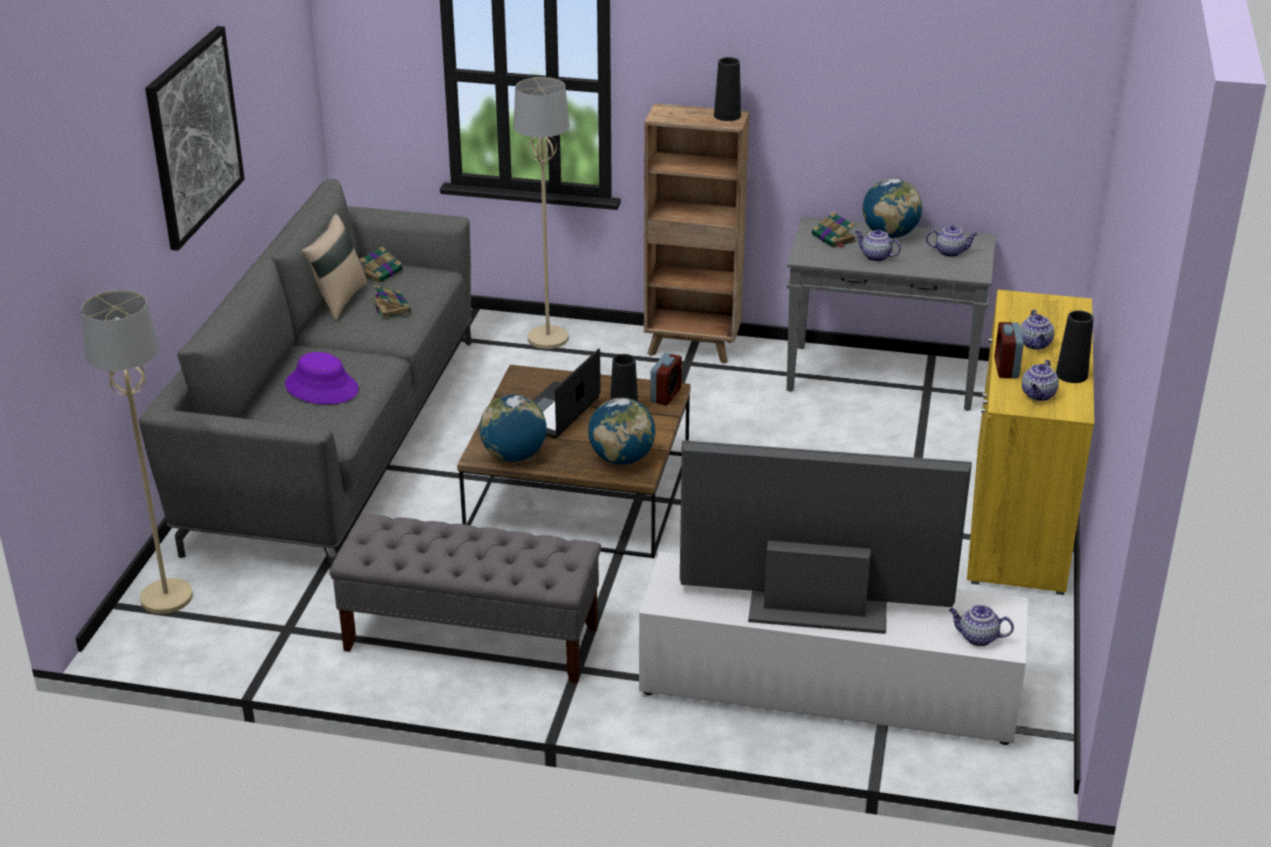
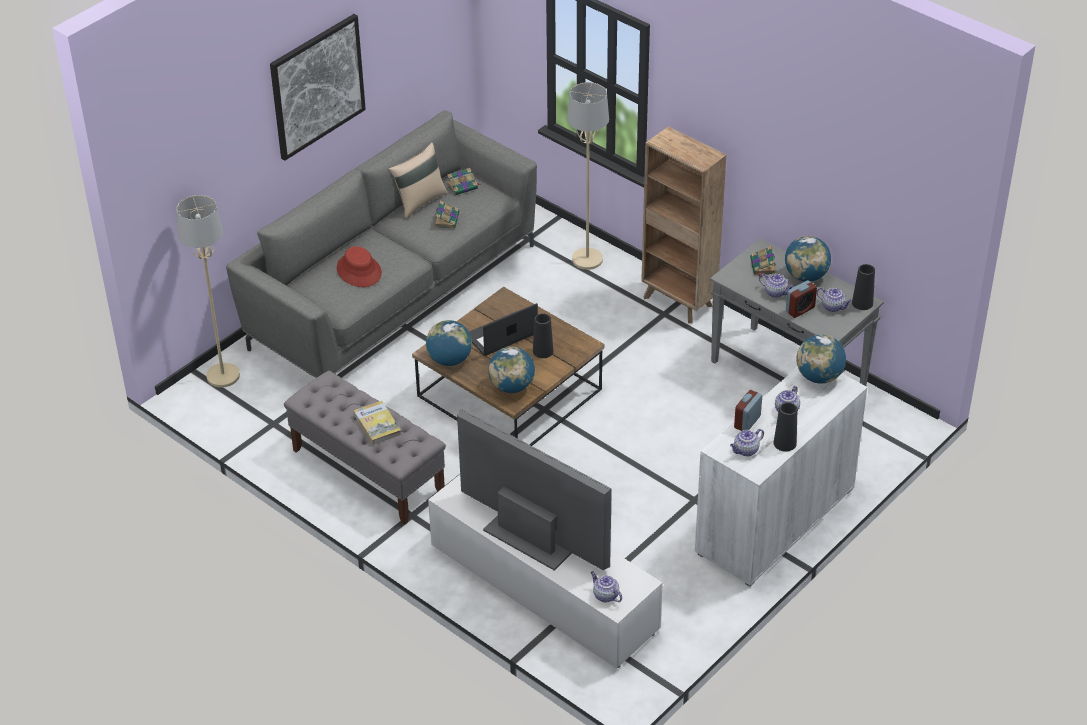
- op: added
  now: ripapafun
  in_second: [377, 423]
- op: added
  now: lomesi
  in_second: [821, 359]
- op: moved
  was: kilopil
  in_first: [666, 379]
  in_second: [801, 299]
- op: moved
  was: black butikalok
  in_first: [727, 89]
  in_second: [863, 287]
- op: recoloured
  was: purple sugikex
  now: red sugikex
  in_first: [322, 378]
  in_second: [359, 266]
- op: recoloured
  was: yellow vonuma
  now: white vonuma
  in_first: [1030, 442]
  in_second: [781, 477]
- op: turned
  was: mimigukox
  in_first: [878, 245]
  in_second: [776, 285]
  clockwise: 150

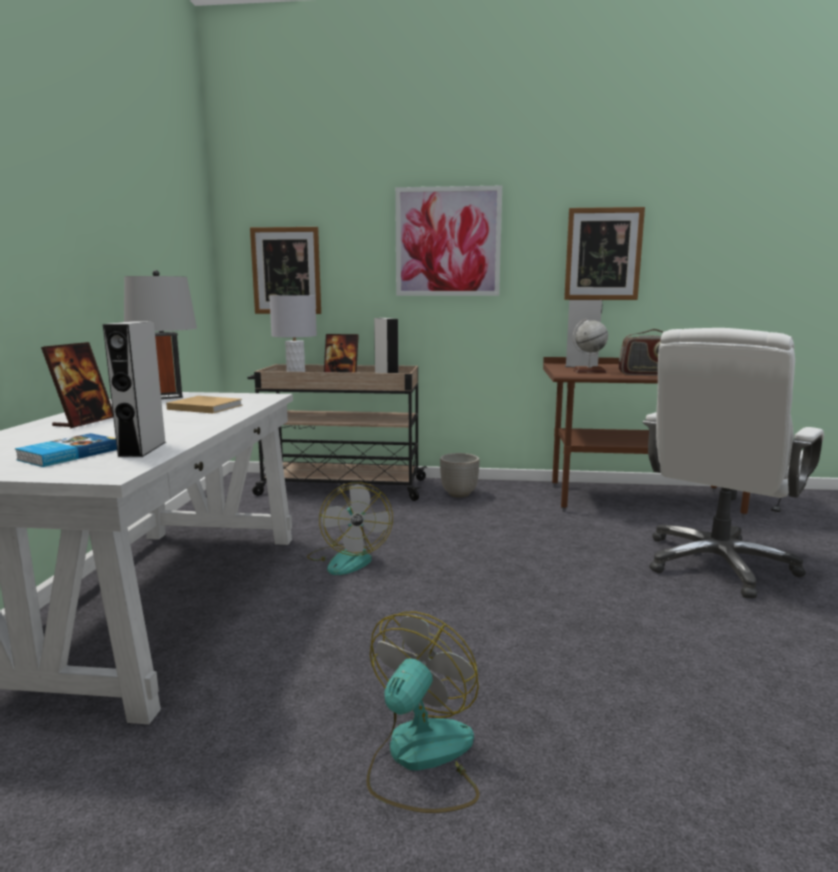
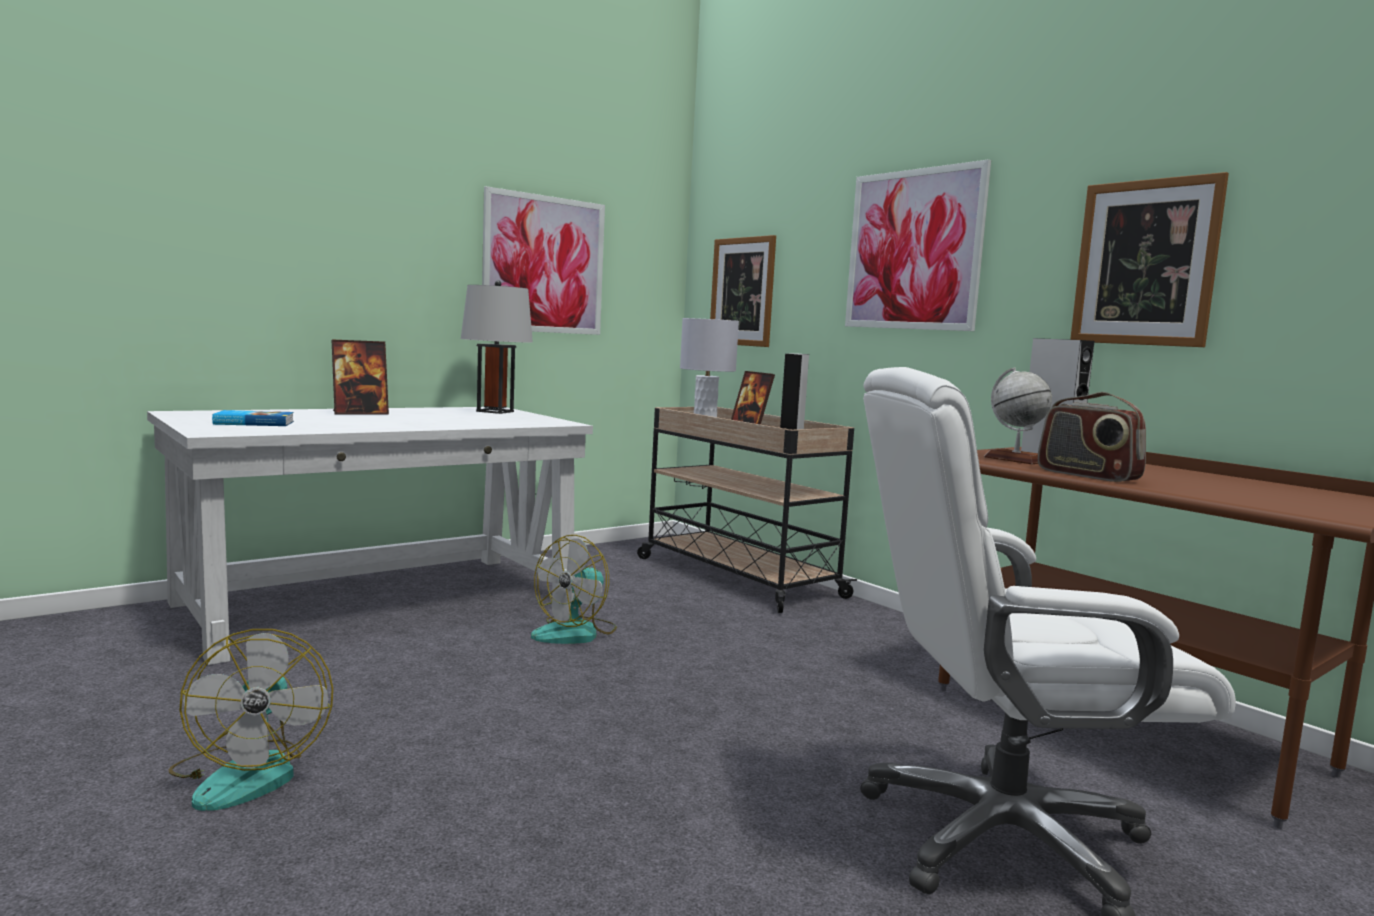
- op: removed
  was: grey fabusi
  in_first: [134, 389]
- op: removed
  was: beige ripapafun
  in_first: [204, 404]
- op: removed
  was: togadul
  in_first: [460, 475]
- op: added
  now: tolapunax
  in_second: [543, 260]
- op: turned
  was: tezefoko
  in_first: [423, 712]
  in_second: [251, 720]
  clockwise: 90

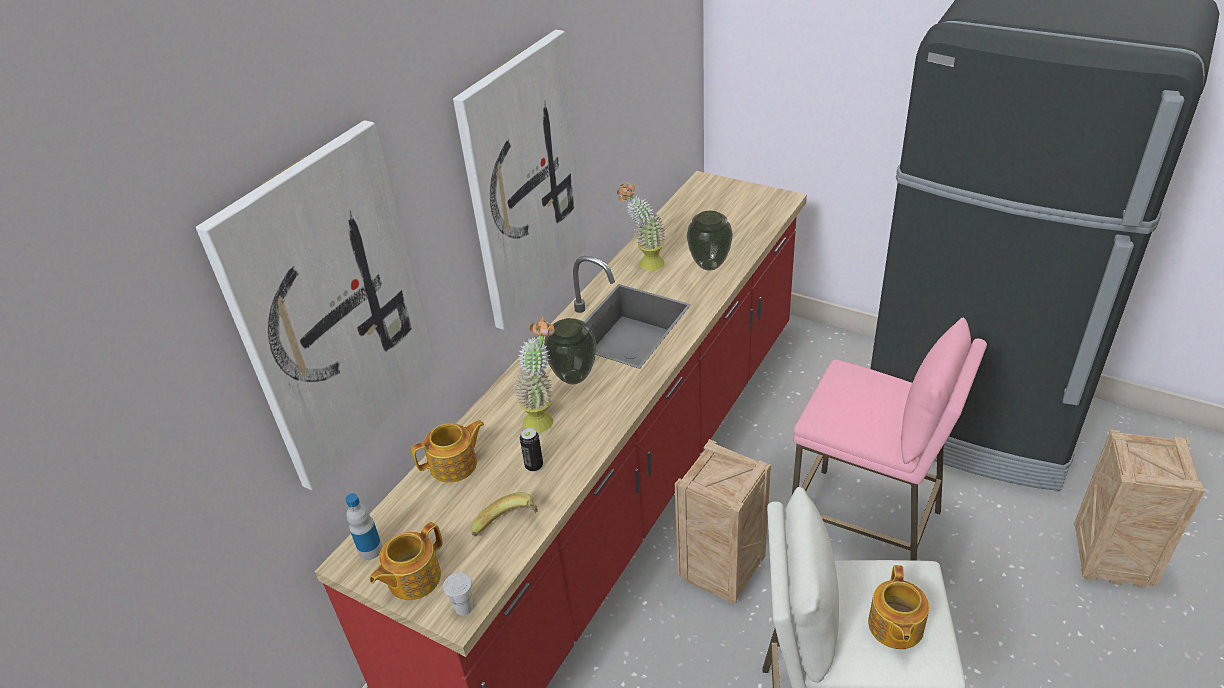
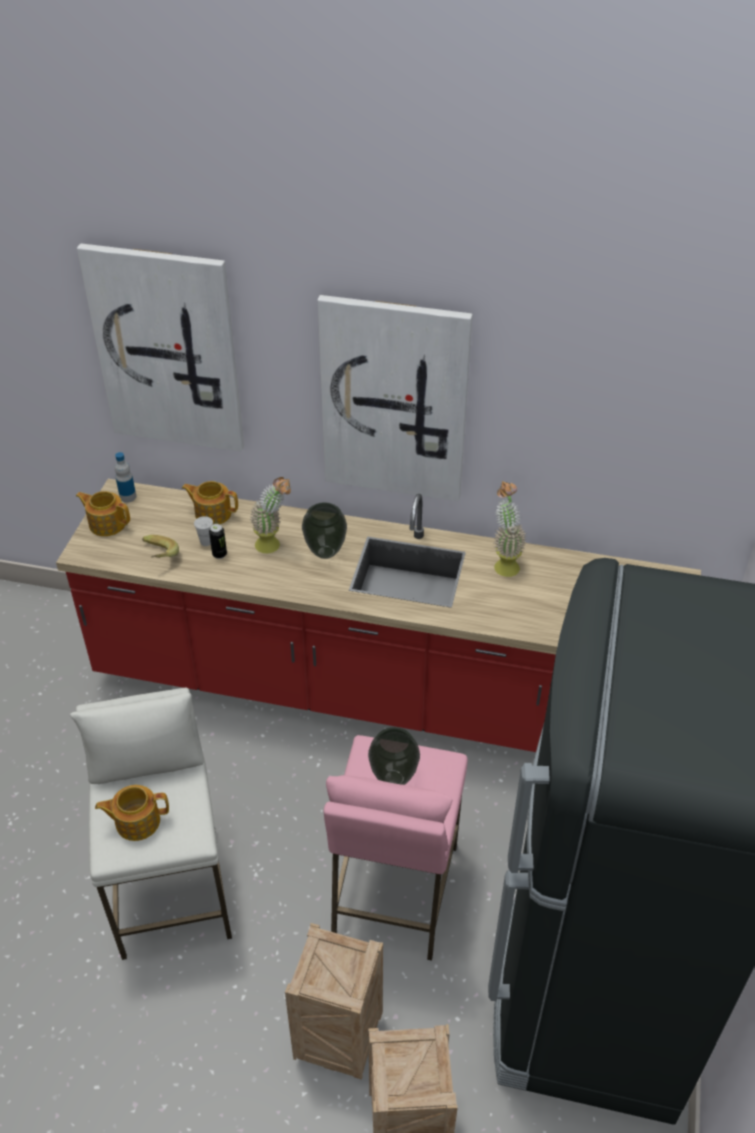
- op: moved
  was: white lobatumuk
  in_first: [458, 594]
  in_second: [203, 531]
- op: moved
  was: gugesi
  in_first: [723, 521]
  in_second: [334, 1001]
- op: moved
  was: butikalok
  in_first: [710, 240]
  in_second: [394, 756]
- op: turned
  was: mimigukox
  in_first: [447, 451]
  in_second: [210, 502]
  clockwise: 150

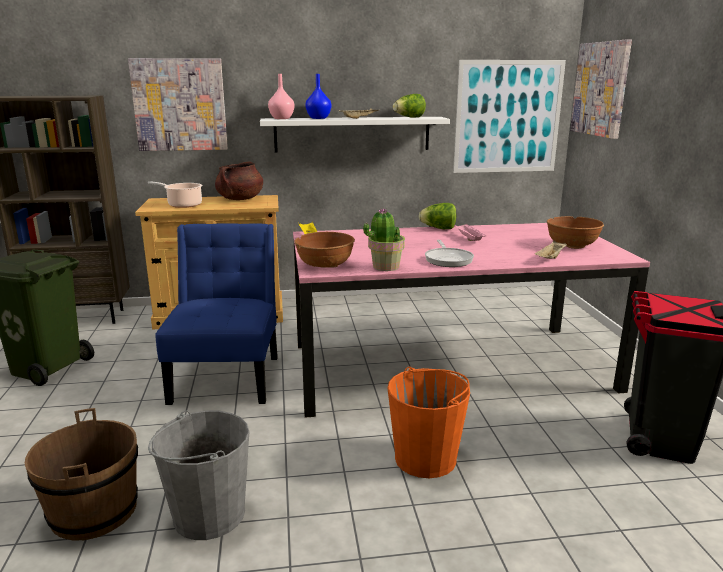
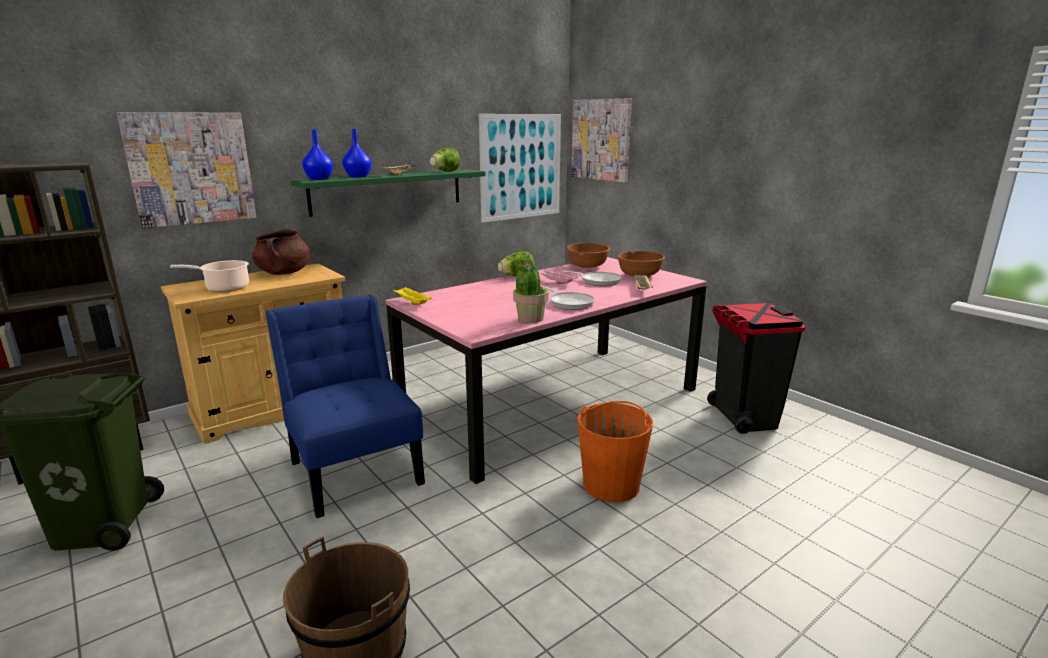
- op: removed
  was: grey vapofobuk
  in_first: [198, 475]
- op: added
  now: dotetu
  in_second: [592, 278]
- op: moved
  was: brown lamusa
  in_first: [324, 250]
  in_second: [588, 255]
- op: recoloured
  was: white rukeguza
  now: green rukeguza
  in_first: [355, 135]
  in_second: [388, 193]
- op: recoloured
  was: pink butikalok
  now: blue butikalok
  in_first: [281, 96]
  in_second: [317, 155]

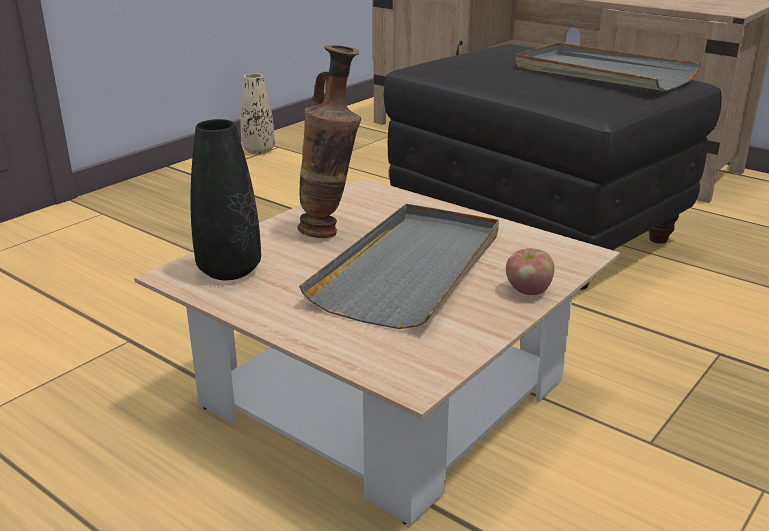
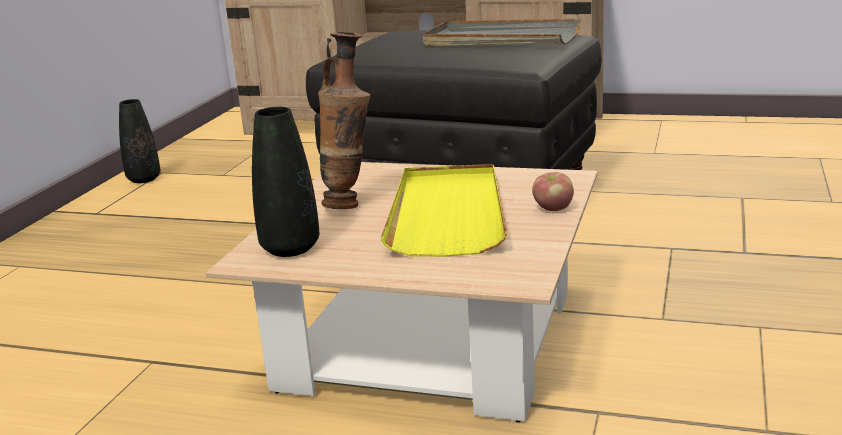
- op: recoloured
  was: beige butikalok
  now: black butikalok
  in_first: [257, 113]
  in_second: [139, 141]
- op: recoloured
  was: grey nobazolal
  now: yellow nobazolal
  in_first: [399, 266]
  in_second: [443, 210]

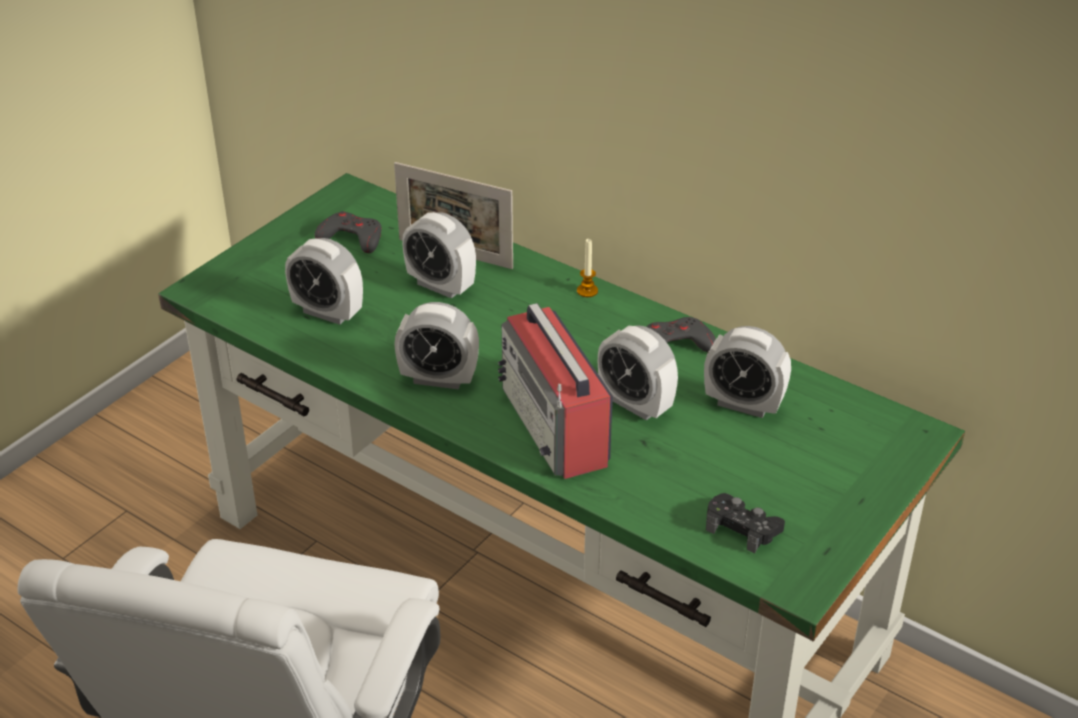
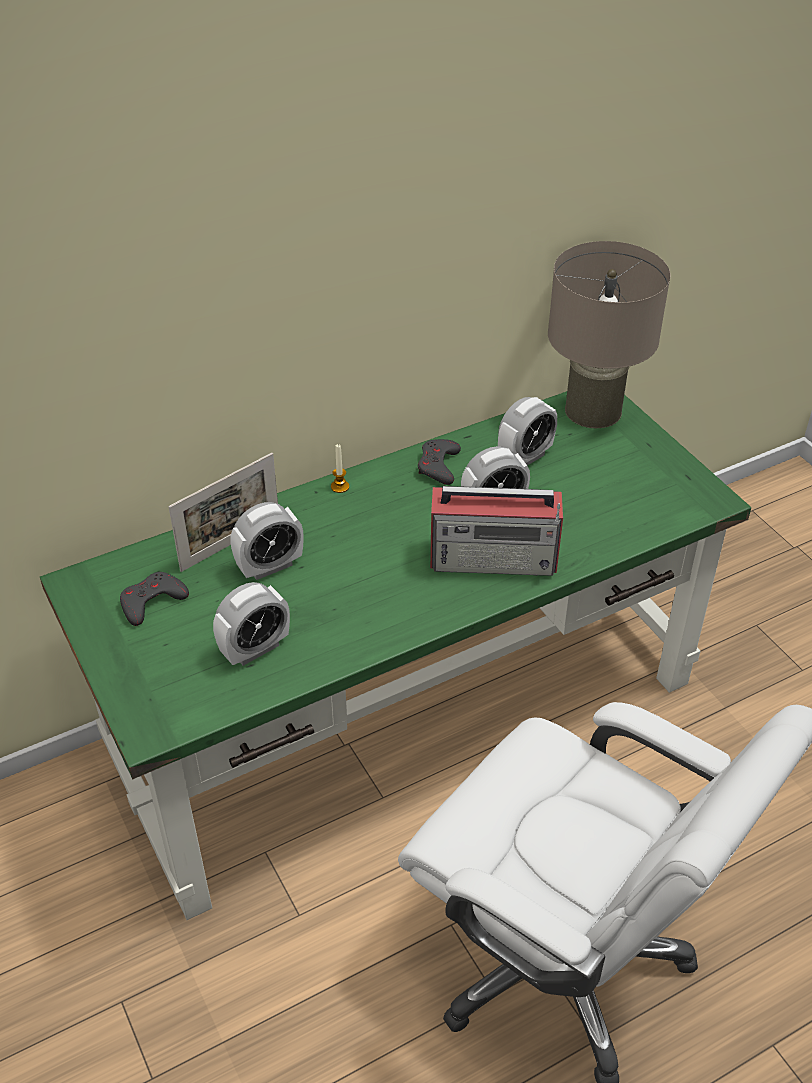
- op: removed
  was: kilopil
  in_first: [436, 346]
- op: removed
  was: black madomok
  in_first: [745, 523]
- op: added
  now: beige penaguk
  in_second: [609, 334]

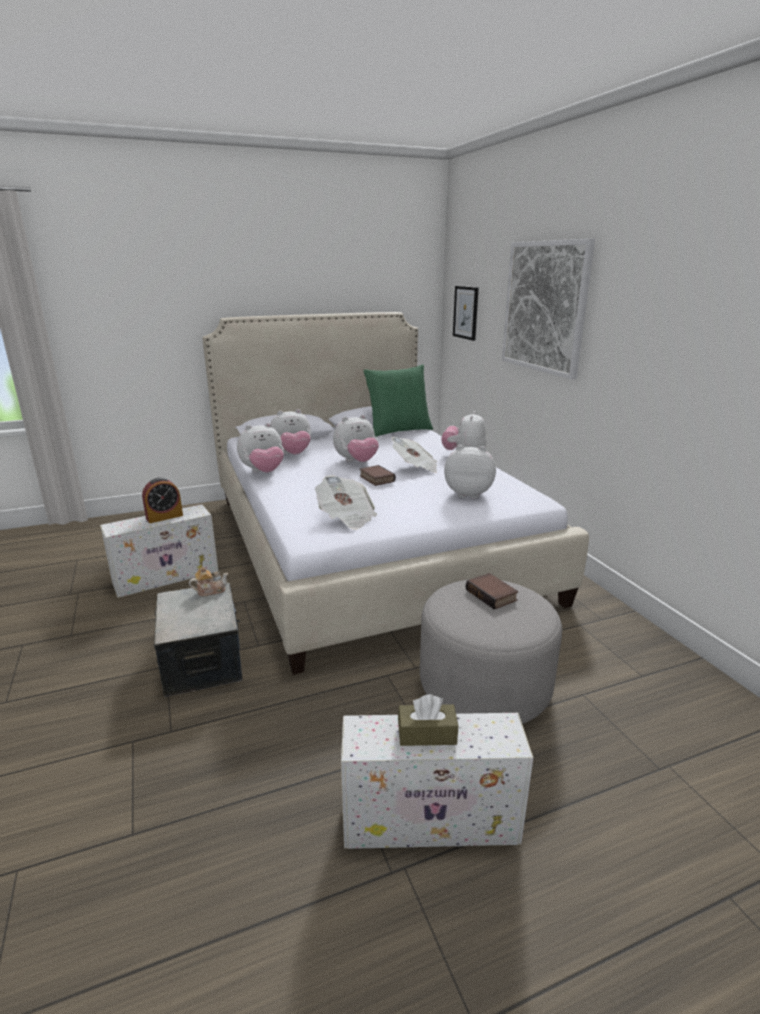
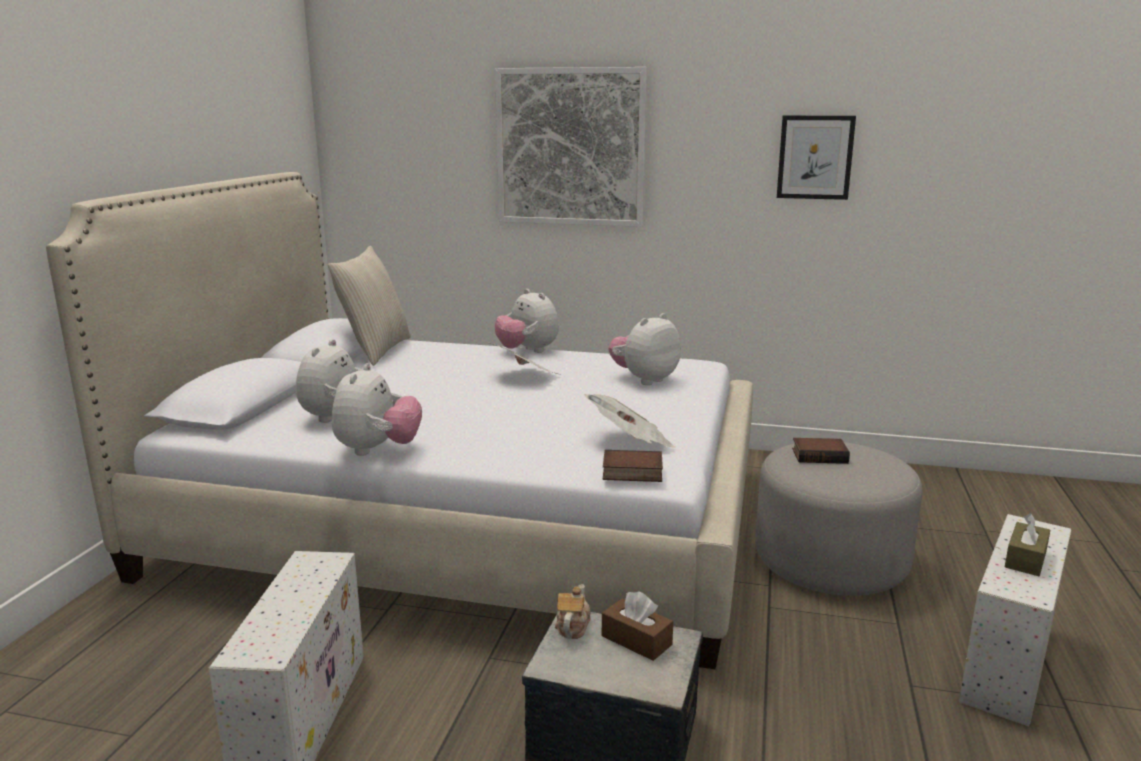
- op: removed
  was: kilopil
  in_first: [162, 500]
- op: removed
  was: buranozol
  in_first: [356, 438]
- op: added
  now: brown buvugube
  in_second: [637, 626]
- op: moved
  was: ripapafun
  in_first: [378, 475]
  in_second: [633, 466]
- op: moved
  was: tolapunax
  in_first: [466, 313]
  in_second: [816, 157]
- op: recoloured
  was: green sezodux
  now: beige sezodux
  in_first: [398, 400]
  in_second: [369, 306]

